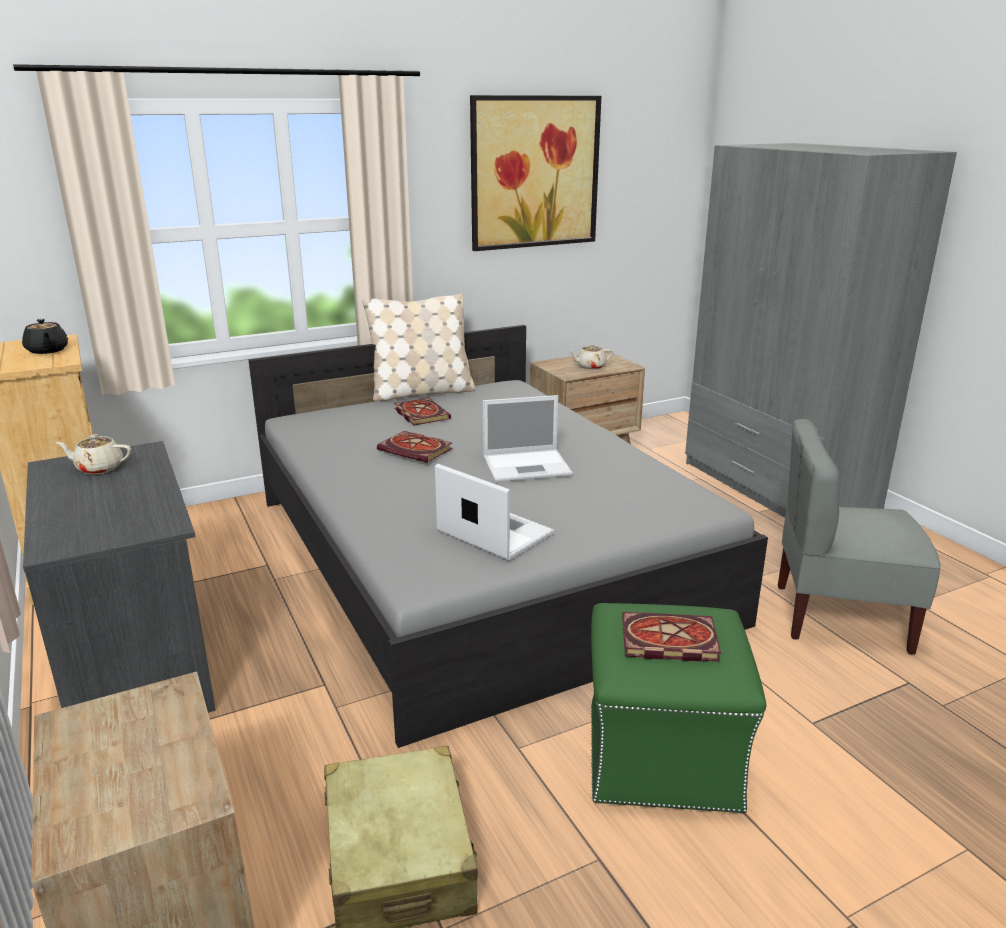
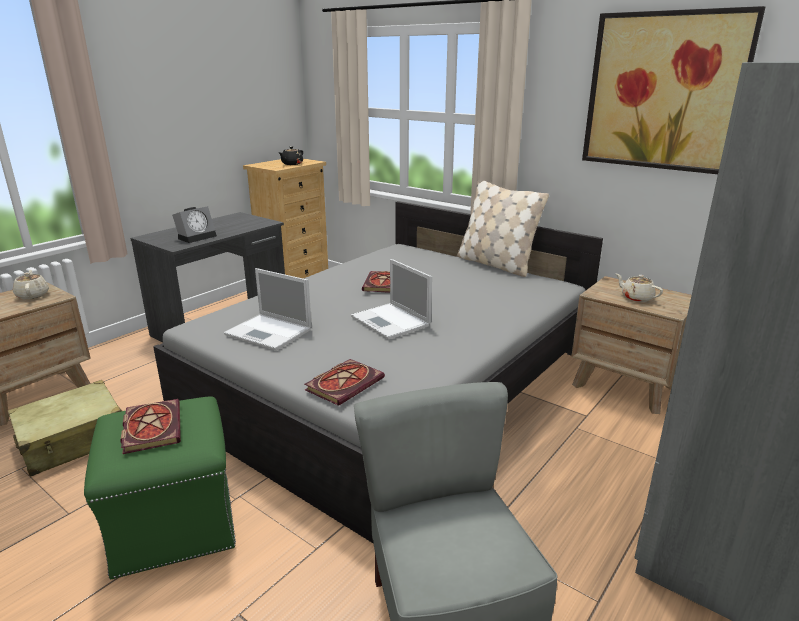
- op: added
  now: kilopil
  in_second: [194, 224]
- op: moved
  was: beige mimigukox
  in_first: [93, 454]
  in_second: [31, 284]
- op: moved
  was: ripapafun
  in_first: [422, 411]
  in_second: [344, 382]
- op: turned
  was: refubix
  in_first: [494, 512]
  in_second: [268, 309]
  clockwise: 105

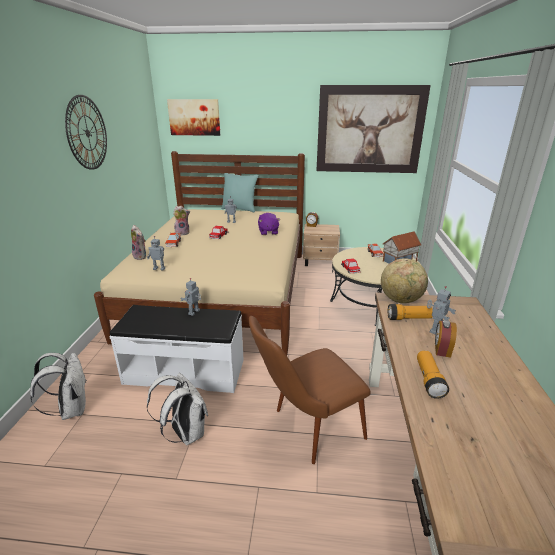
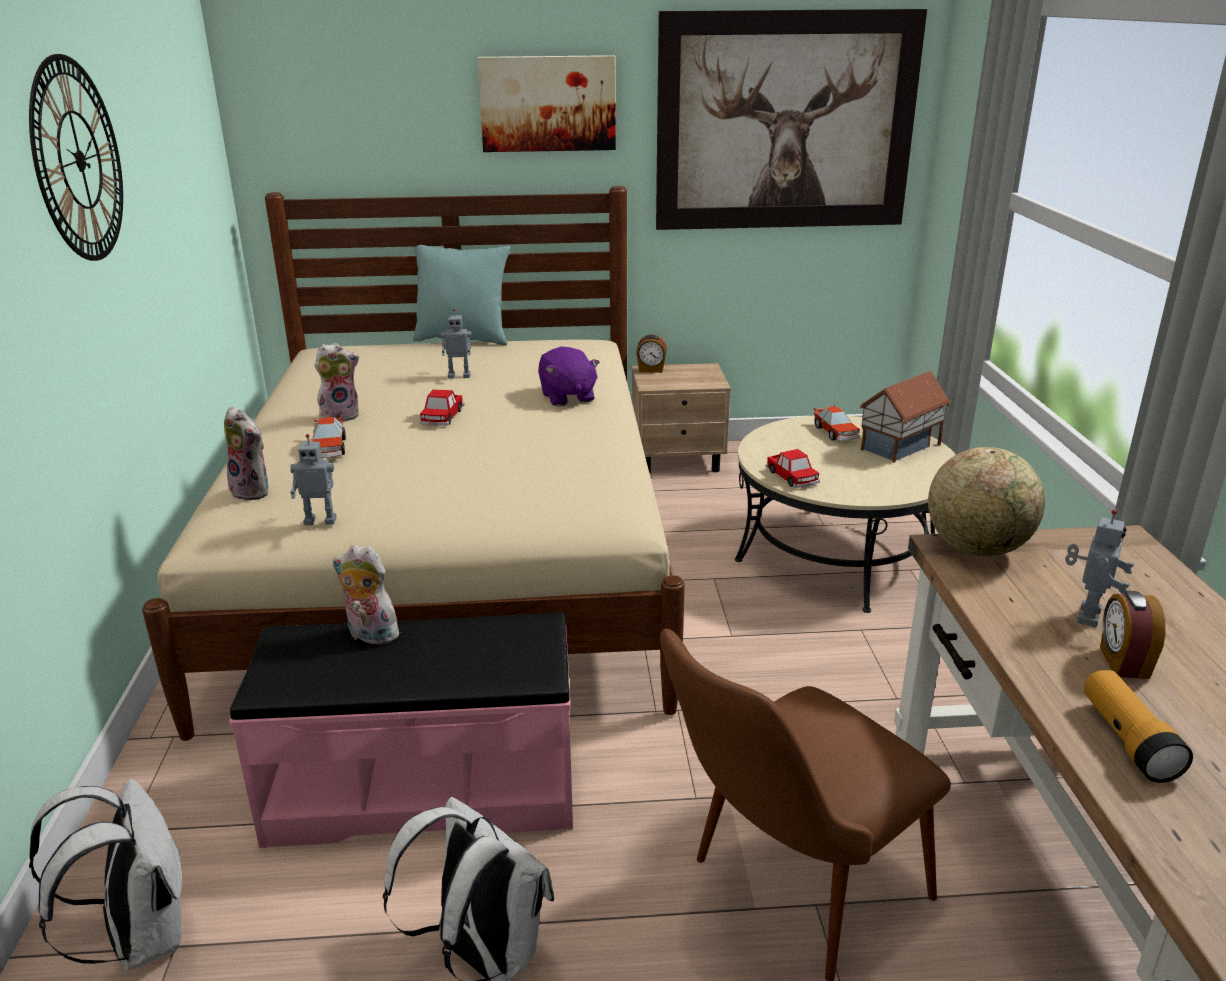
- op: removed
  was: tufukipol
  in_first: [191, 297]
- op: removed
  was: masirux
  in_first: [410, 312]
- op: added
  now: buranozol
  in_second: [365, 594]
- op: moved
  was: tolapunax
  in_first: [193, 117]
  in_second: [546, 103]
- op: recoloured
  was: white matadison
  now: pink matadison
  in_first: [176, 349]
  in_second: [401, 730]

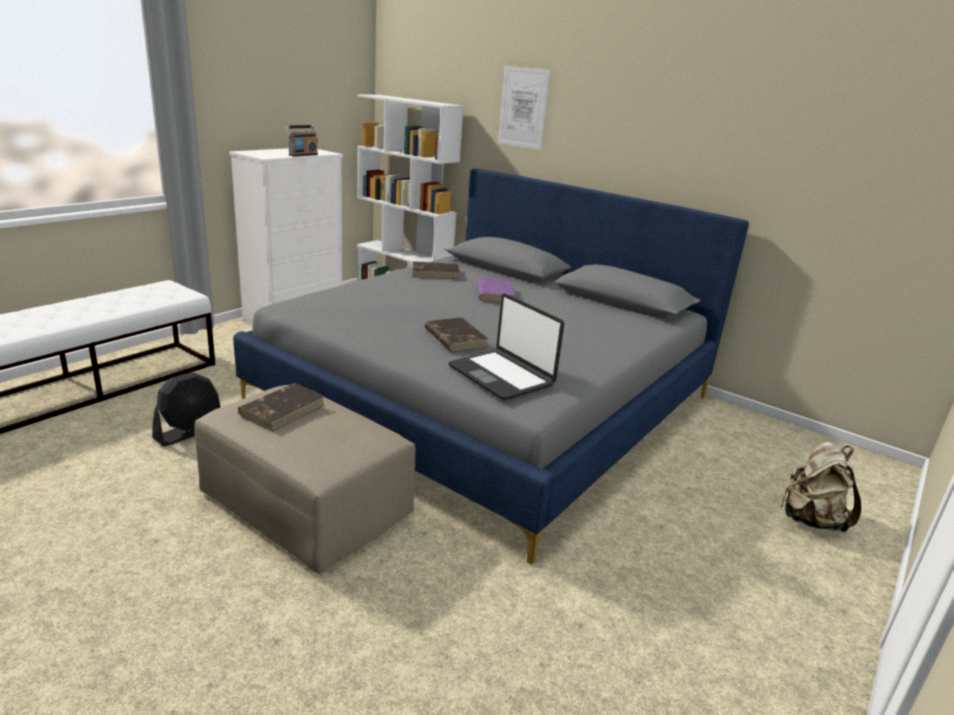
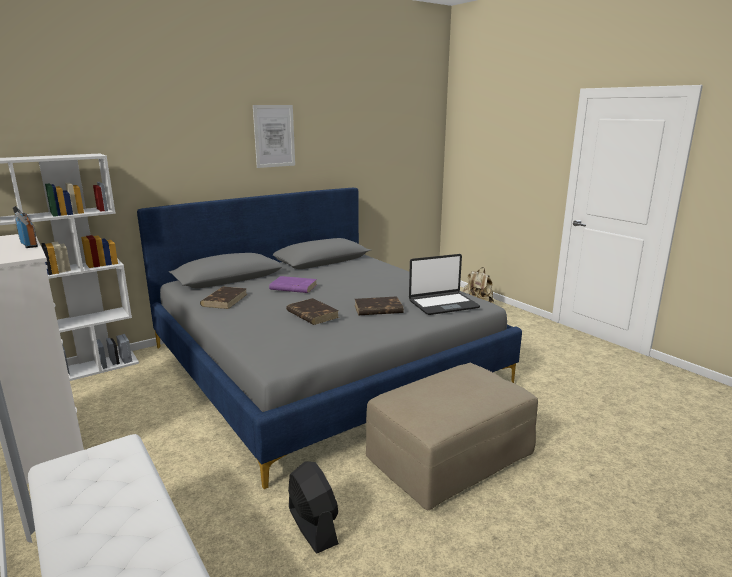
- op: moved
  was: brown ripapafun
  in_first: [281, 407]
  in_second: [312, 311]
- op: moved
  was: tolapunax
  in_first: [524, 108]
  in_second: [274, 136]

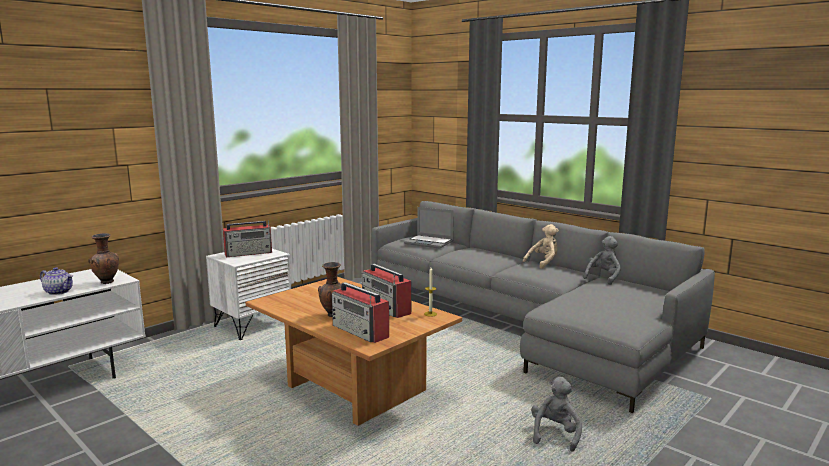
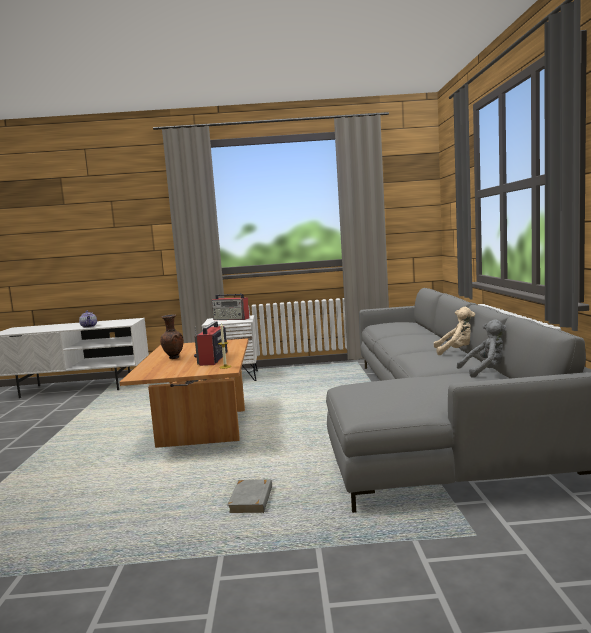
- op: removed
  was: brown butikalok
  in_first: [103, 258]
- op: removed
  was: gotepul
  in_first: [360, 312]
- op: removed
  was: refubix
  in_first: [429, 228]
- op: replaced
  was: grey buranozol
  now: grey ripapafun
  in_first: [556, 414]
  in_second: [249, 496]

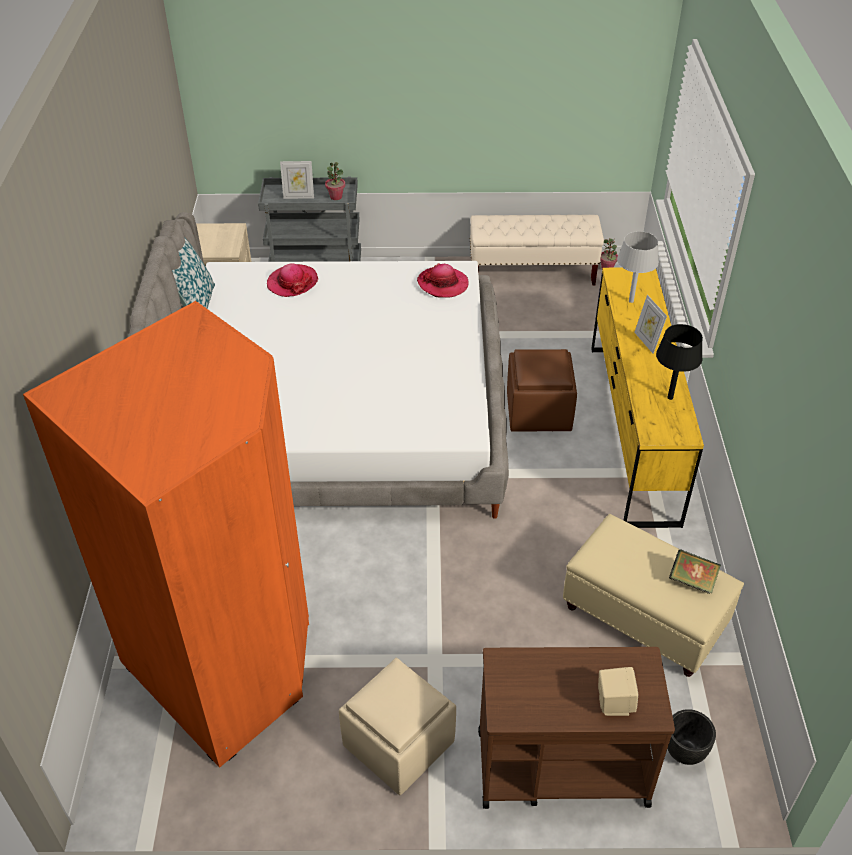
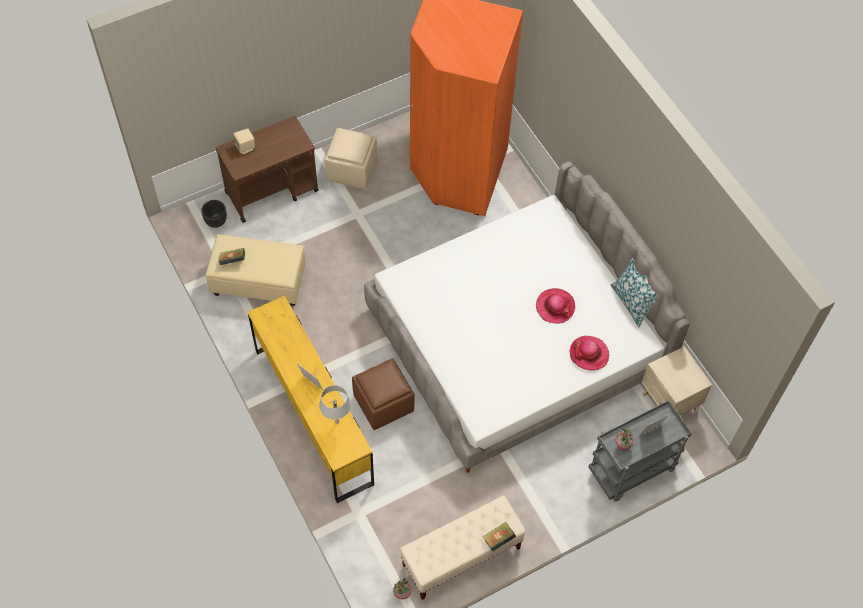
- op: removed
  was: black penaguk
  in_first: [679, 362]
- op: added
  now: ripapafun
  in_second: [499, 537]
- op: moved
  was: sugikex
  in_first: [443, 280]
  in_second: [555, 306]

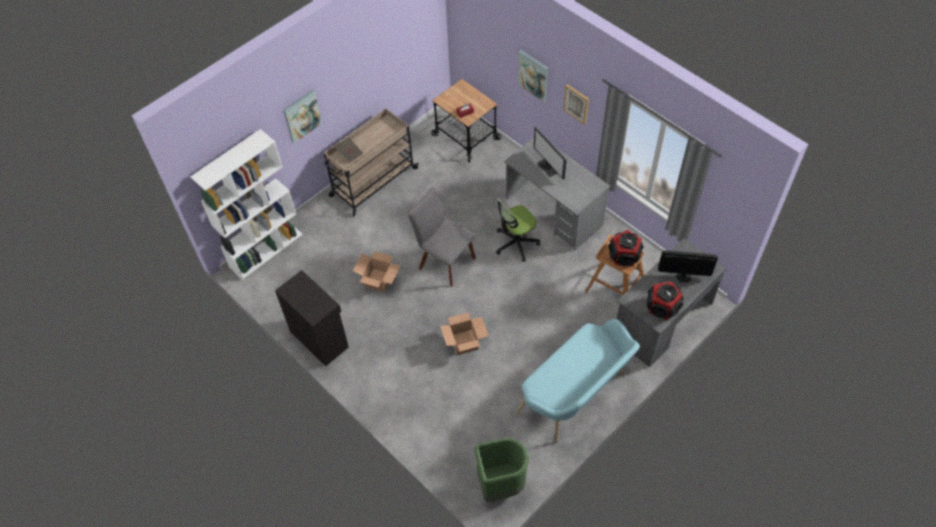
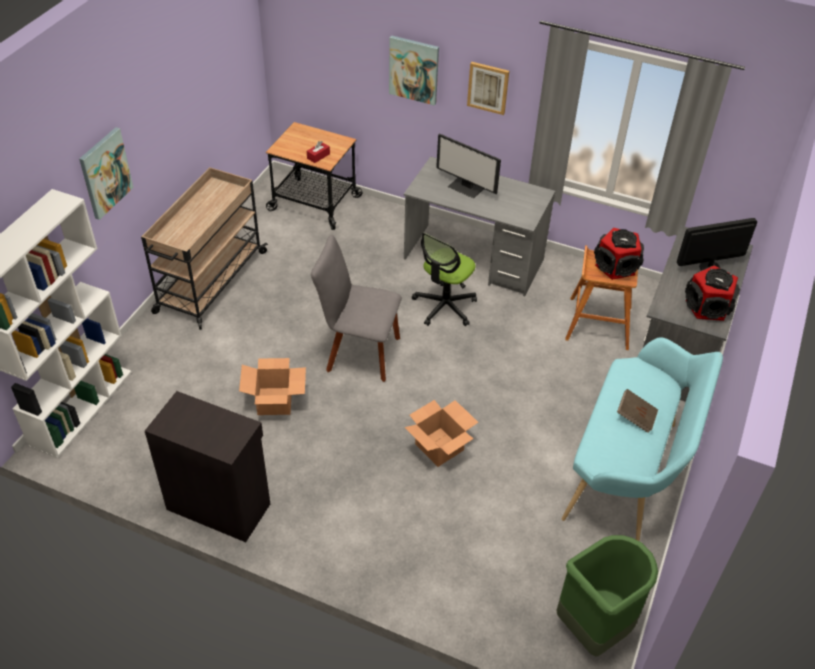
- op: moved
  was: brown ripapafun
  in_first: [349, 150]
  in_second: [637, 411]

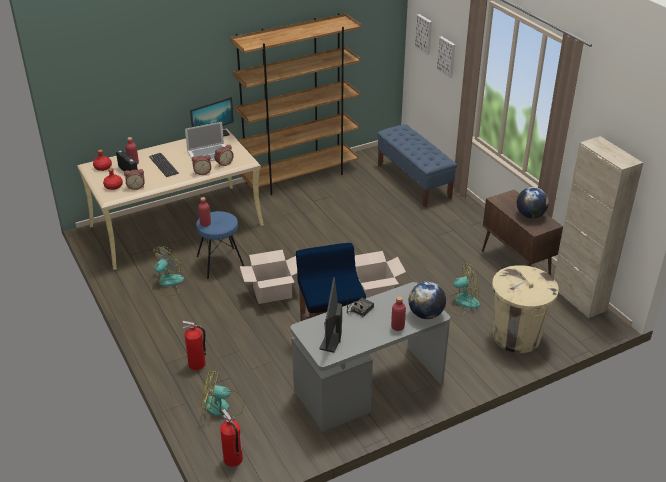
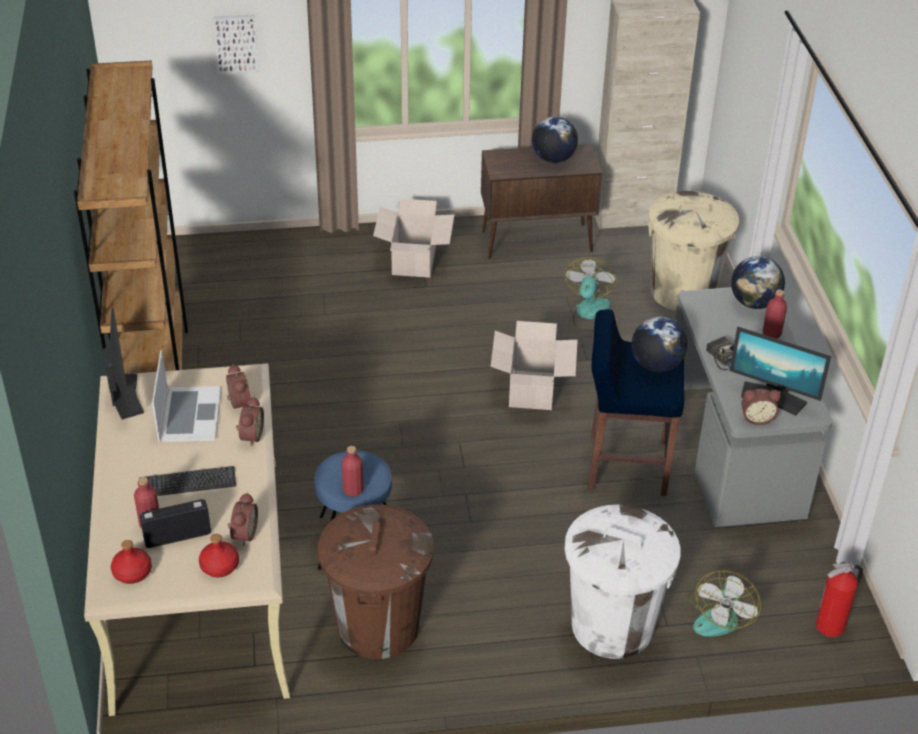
- op: removed
  was: blue matadison
  in_first: [417, 165]
- op: removed
  was: tolapunax
  in_first: [423, 34]
- op: added
  now: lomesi
  in_second: [659, 344]
- op: added
  now: kilopil
  in_second: [761, 407]
- op: moved
  was: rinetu
  in_first: [268, 277]
  in_second: [414, 238]
- op: replaced
  was: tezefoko
  now: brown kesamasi
  in_first: [167, 271]
  in_second: [376, 582]
- op: replaced
  was: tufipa
  now: white kesamasi
  in_first: [194, 345]
  in_second: [623, 582]

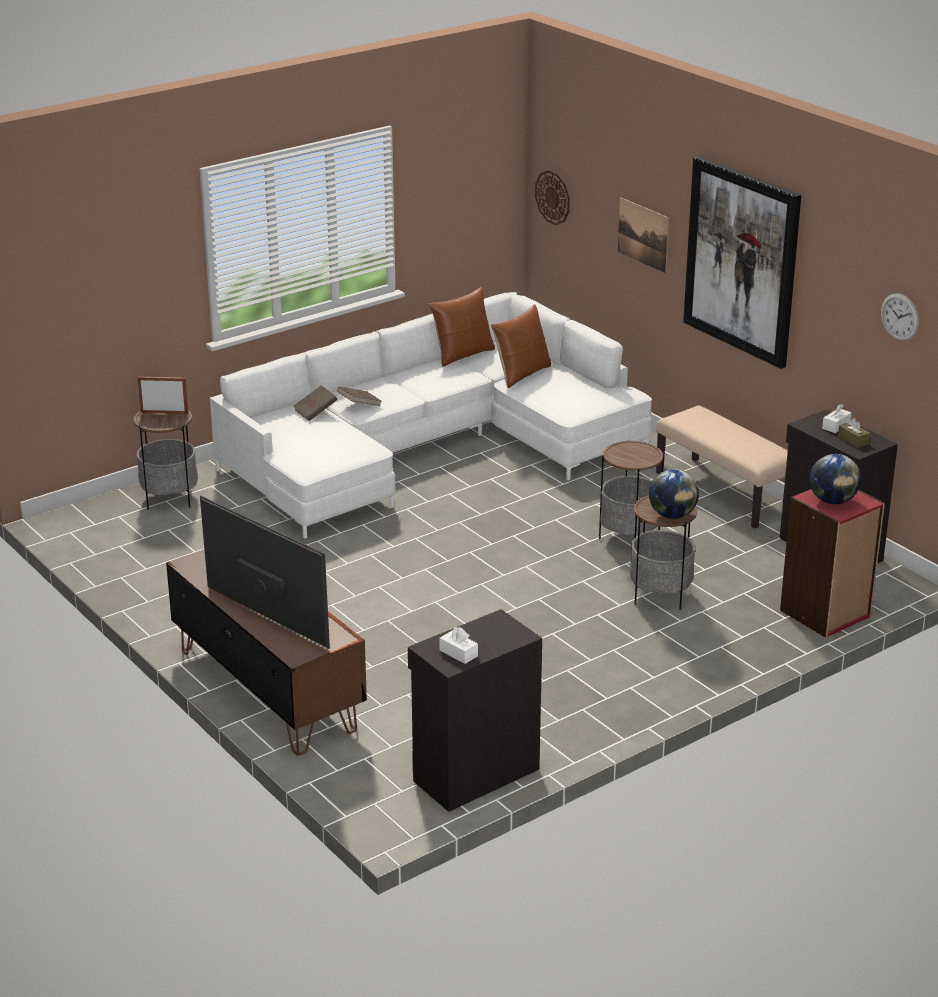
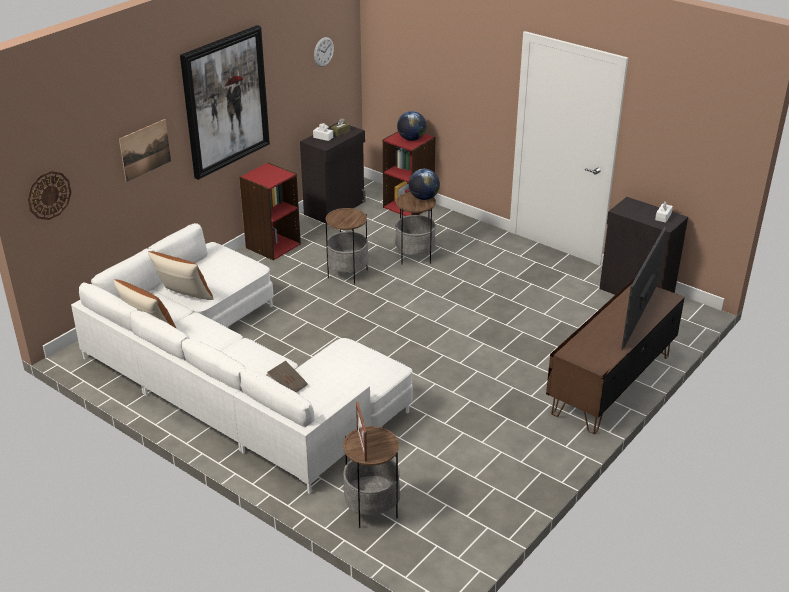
- op: removed
  was: brown ripapafun
  in_first: [359, 396]
- op: replaced
  was: beige matadison
  now: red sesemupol
  in_first: [722, 467]
  in_second: [270, 212]

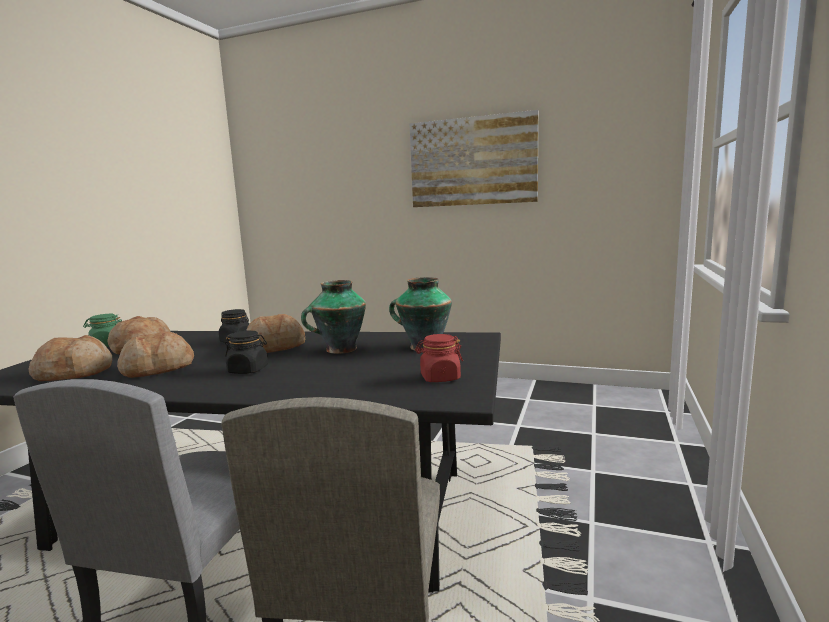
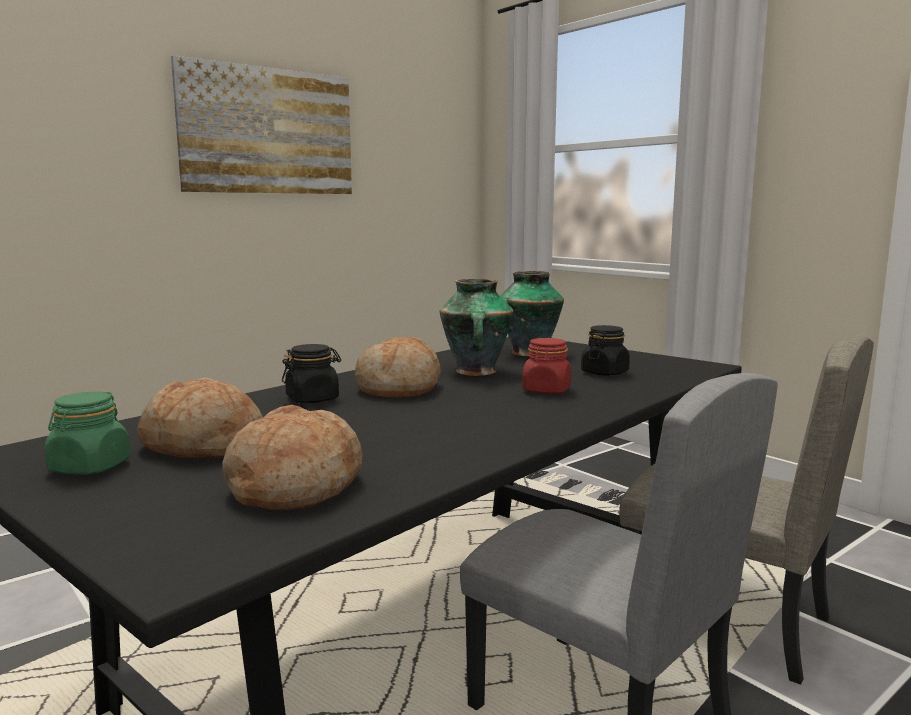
- op: removed
  was: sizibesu
  in_first: [155, 354]
- op: moved
  was: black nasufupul
  in_first: [246, 352]
  in_second: [605, 350]
- op: moved
  was: red nasufupul
  in_first: [439, 358]
  in_second: [546, 366]

